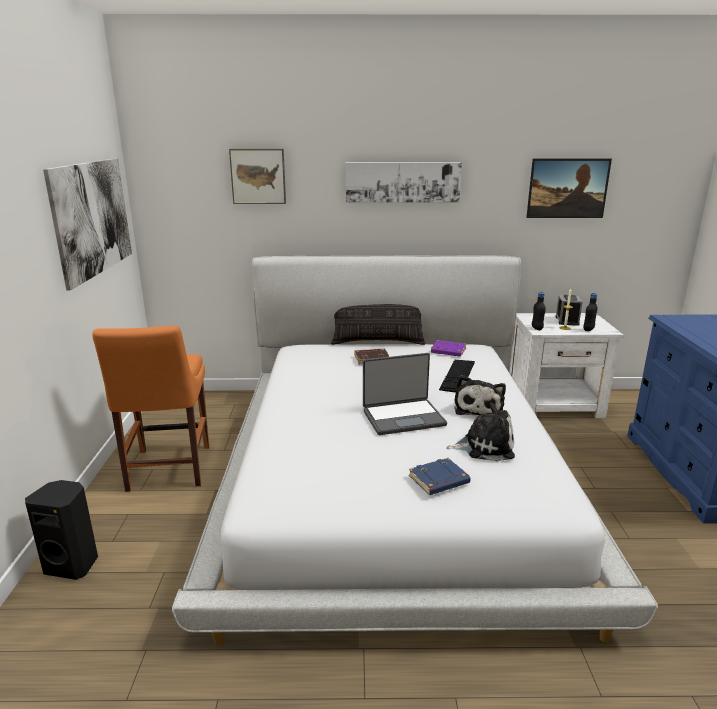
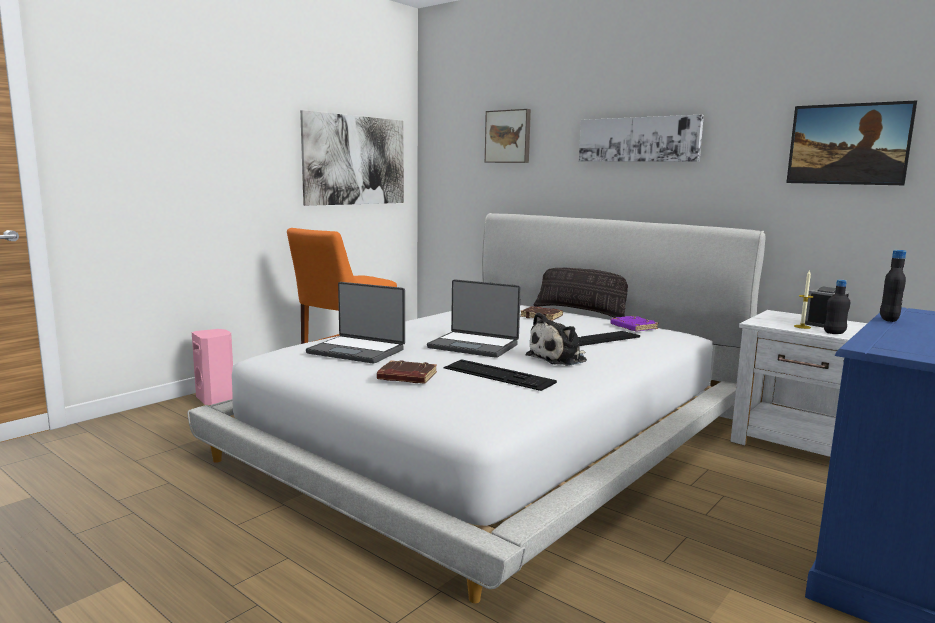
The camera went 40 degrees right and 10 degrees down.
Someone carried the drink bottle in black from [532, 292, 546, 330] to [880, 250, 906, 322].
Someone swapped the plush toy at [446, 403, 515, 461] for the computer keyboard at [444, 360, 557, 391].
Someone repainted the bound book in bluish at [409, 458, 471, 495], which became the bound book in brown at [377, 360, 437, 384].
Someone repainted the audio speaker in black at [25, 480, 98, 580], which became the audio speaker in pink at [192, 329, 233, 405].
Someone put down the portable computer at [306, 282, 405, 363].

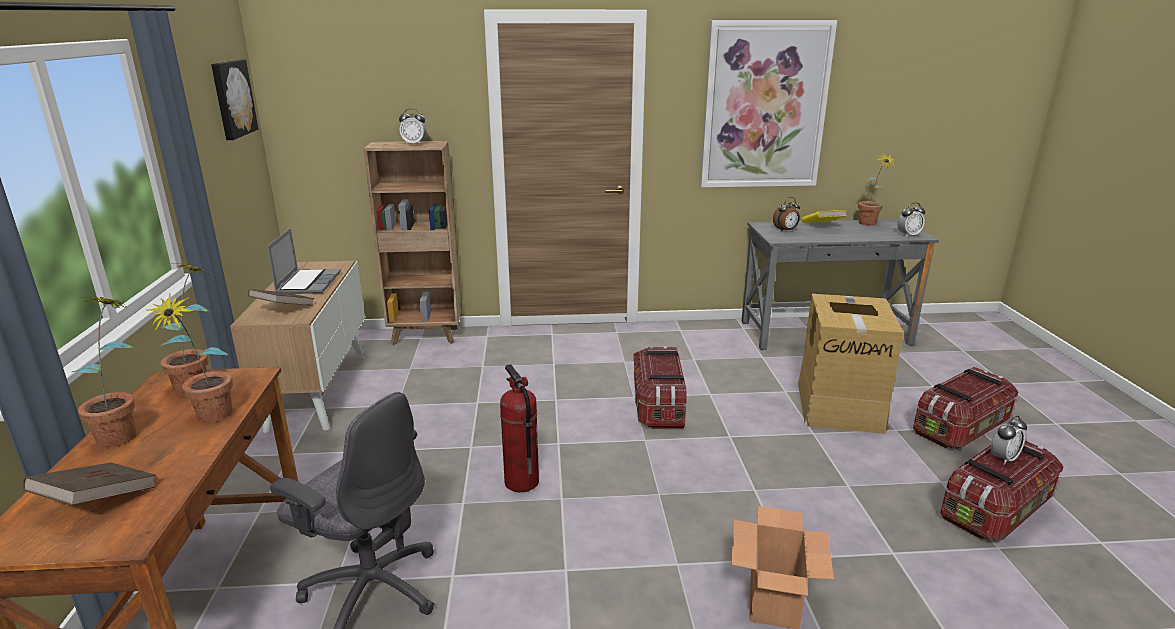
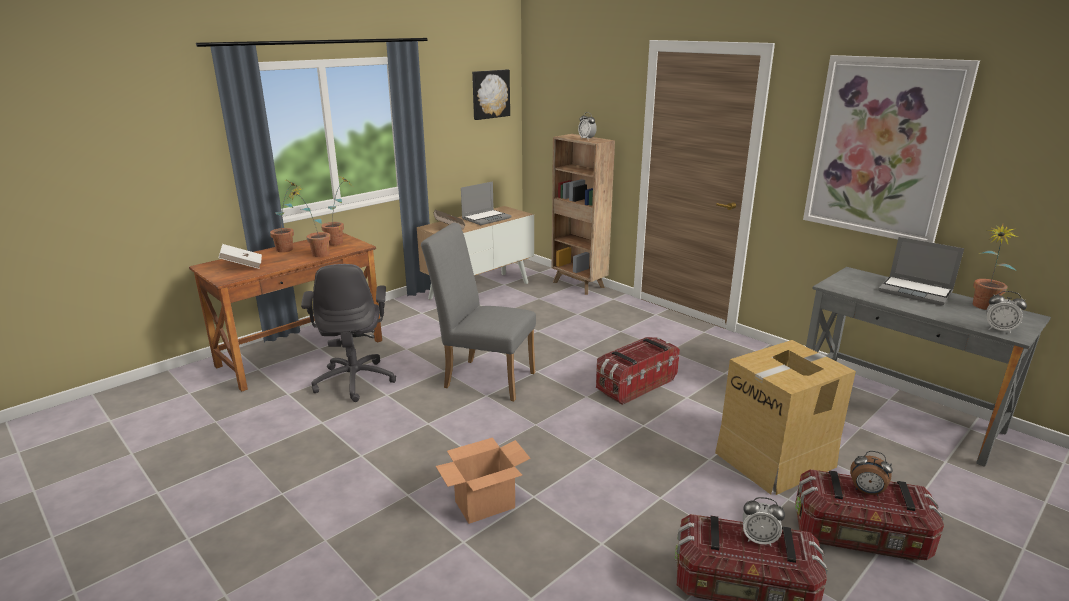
The camera went 50 degrees right and 0 degrees up.
Someone carried the alarm clock from [773, 197, 800, 232] to [850, 451, 893, 496].
Someone swapped the bound book in yellow at [802, 210, 847, 223] for the portable computer at [878, 237, 964, 306].
Someone swapped the fire extinguisher at [500, 364, 539, 492] for the upright chair in grey at [421, 223, 536, 401].
Someone repainted the bound book in brown at [23, 462, 156, 505], which became the bound book in whitish at [219, 244, 262, 269].

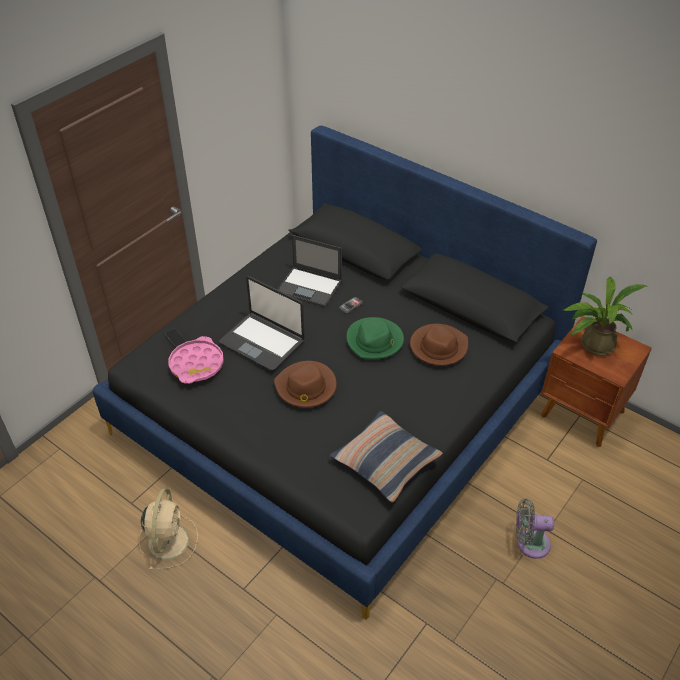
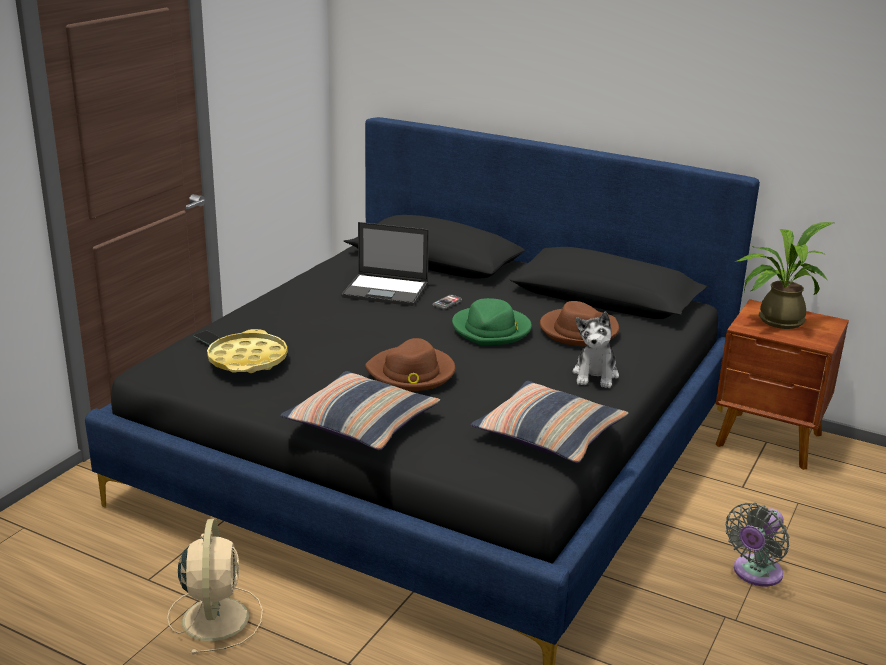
The camera went 10 degrees left and 20 degrees down.
Someone took away the portable computer at [219, 276, 305, 371].
Someone repainted the carrying tray in pink at [169, 336, 224, 384], which became the carrying tray in yellow at [207, 329, 288, 373].
Someone rotated the electric fan in grey at [516, 498, 554, 559] by 45 degrees counterclockwise.
Someone put down the plush toy at [573, 311, 619, 388].
Someone put down the cushion at [280, 371, 440, 450].

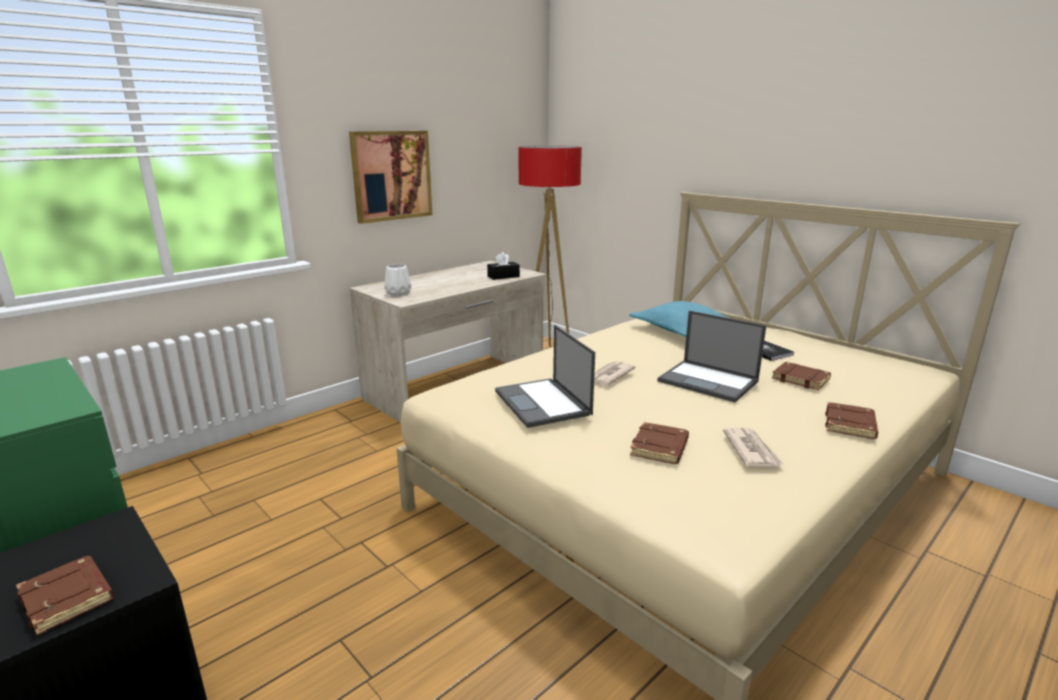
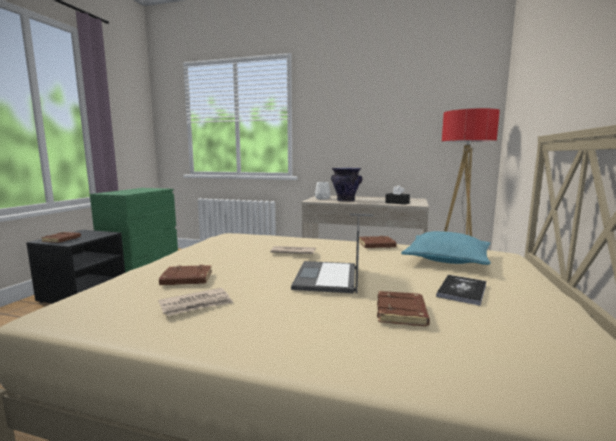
The camera went 60 degrees right and 10 degrees down.
Someone took away the wall art at [349, 131, 432, 224].
Someone took away the portable computer at [495, 325, 595, 428].
Someone carried the bound book in brown from [825, 402, 878, 439] to [359, 236, 397, 248].
Someone put down the vase at [331, 168, 362, 202].

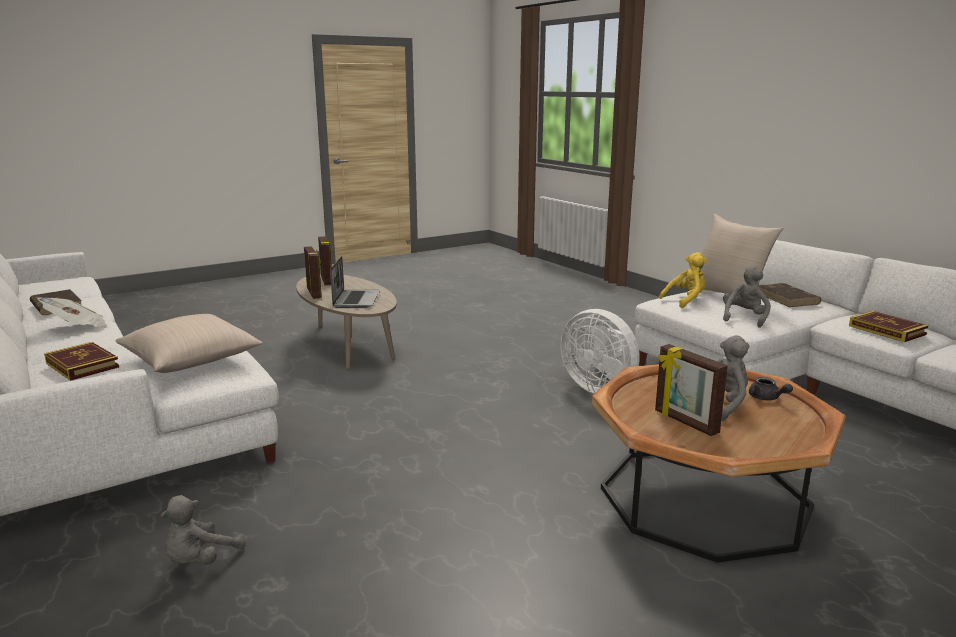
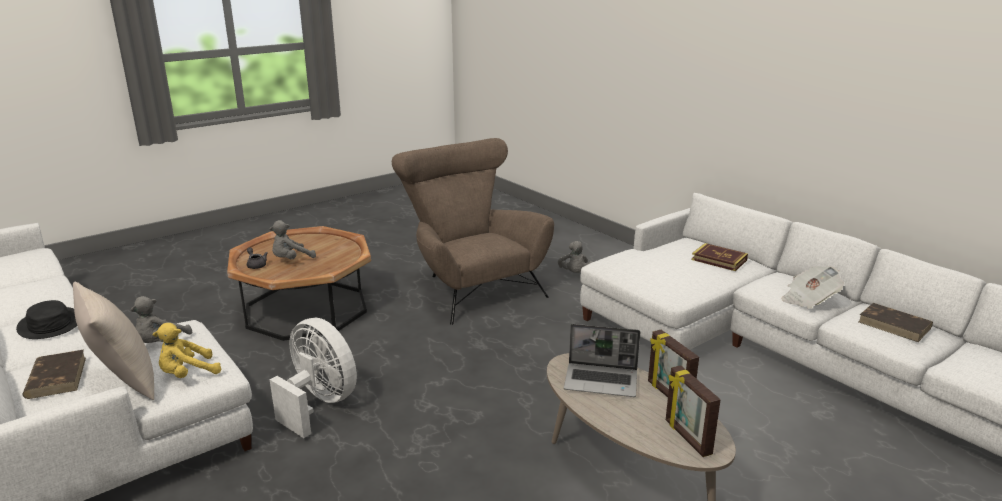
The camera went 175 degrees right and 5 degrees up.
Someone rotated the portable computer at [330, 256, 380, 308] by 75 degrees counterclockwise.
Someone swapped the bound book at [849, 311, 928, 342] for the wearable hat in black at [16, 300, 77, 339].
Someone took away the cushion in sand-coloured at [115, 314, 263, 373].
Someone took away the picture frame at [655, 344, 728, 436].
Someone rotated the plush toy in grey at [160, 495, 246, 565] by 150 degrees clockwise.
Someone put down the armchair in brown at [392, 138, 554, 325].

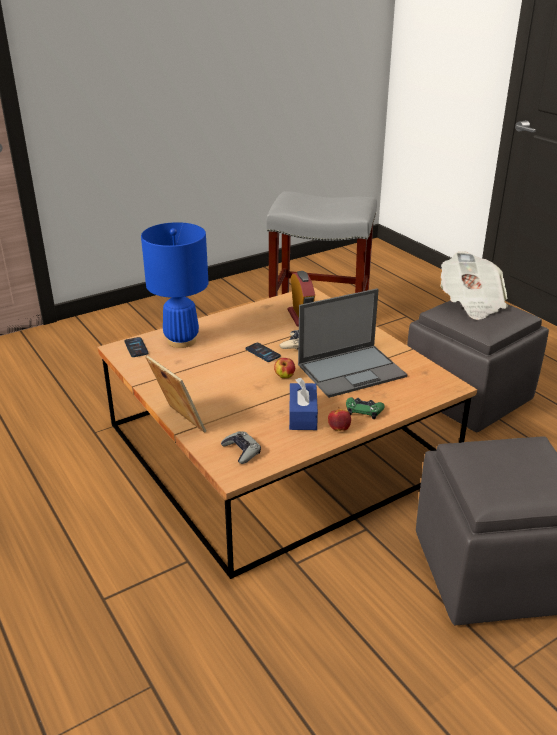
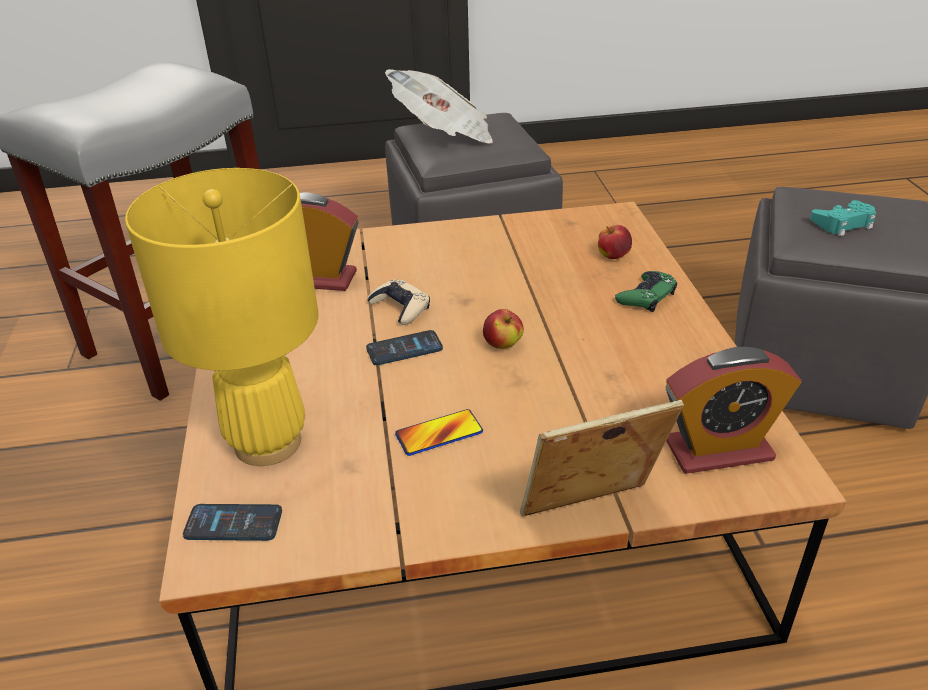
The camera went 65 degrees left and 5 degrees up.
Someone repainted the tabletop lamp in bluish at [141, 222, 209, 348], which became the tabletop lamp in yellow at [125, 168, 318, 466].
Someone took away the portable computer at [298, 288, 407, 398].
Someone took away the box of tissues in bluish at [289, 378, 318, 430].
Someone carried the apple fruit from [328, 407, 351, 431] to [598, 225, 632, 259].
Someone swapped the joypad in grey at [221, 431, 261, 464] for the alarm clock at [665, 347, 802, 474].
Someone put down the joypad in turquoise at [810, 200, 877, 236].
Someone put down the telephone at [395, 409, 483, 456].

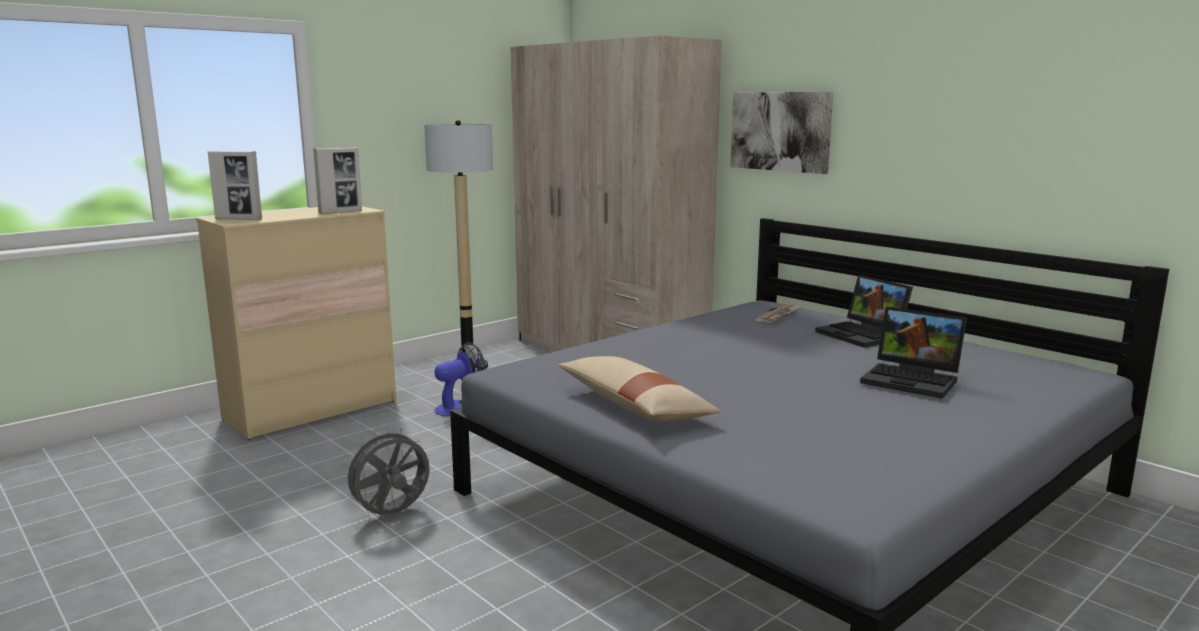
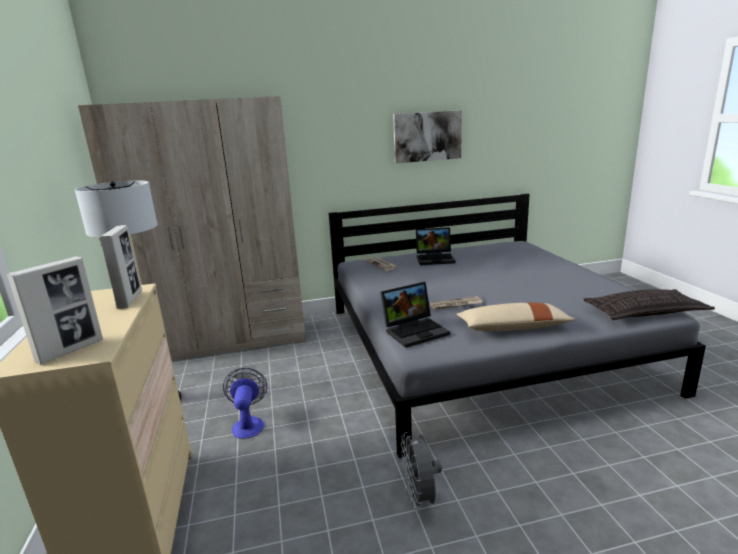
The camera went 60 degrees left and 5 degrees up.
Someone carried the wall art from [730, 92, 833, 174] to [393, 110, 462, 163].
Someone carried the portable computer from [860, 306, 967, 399] to [380, 282, 450, 348].
Someone put down the cushion at [584, 289, 715, 320].
Someone put down the newspaper at [430, 296, 483, 310].

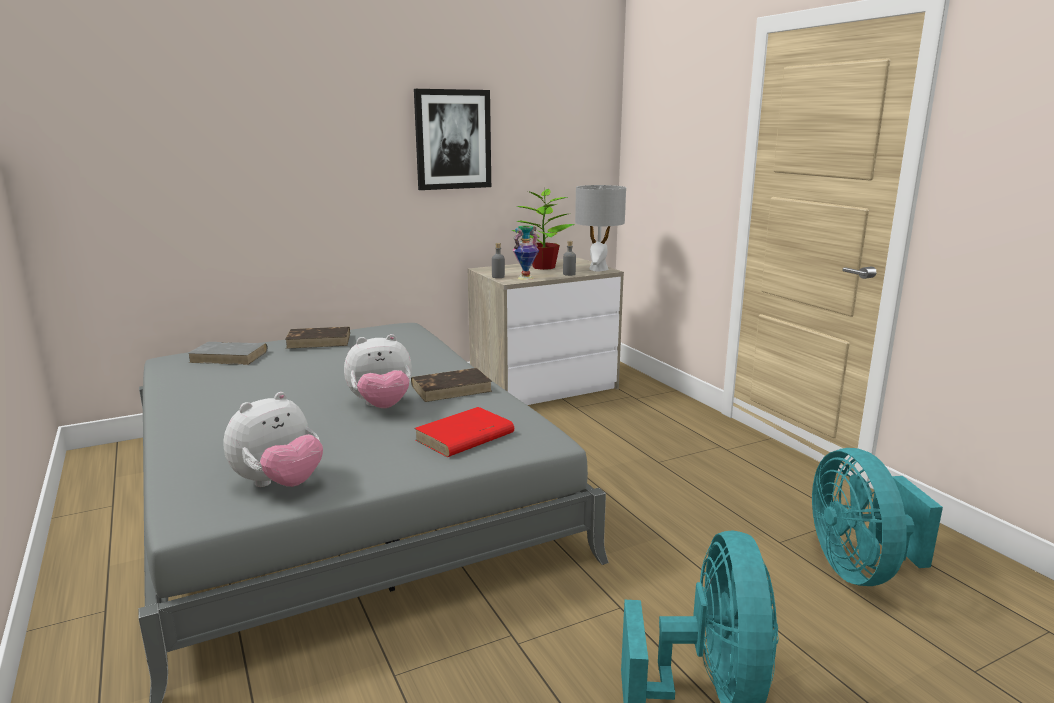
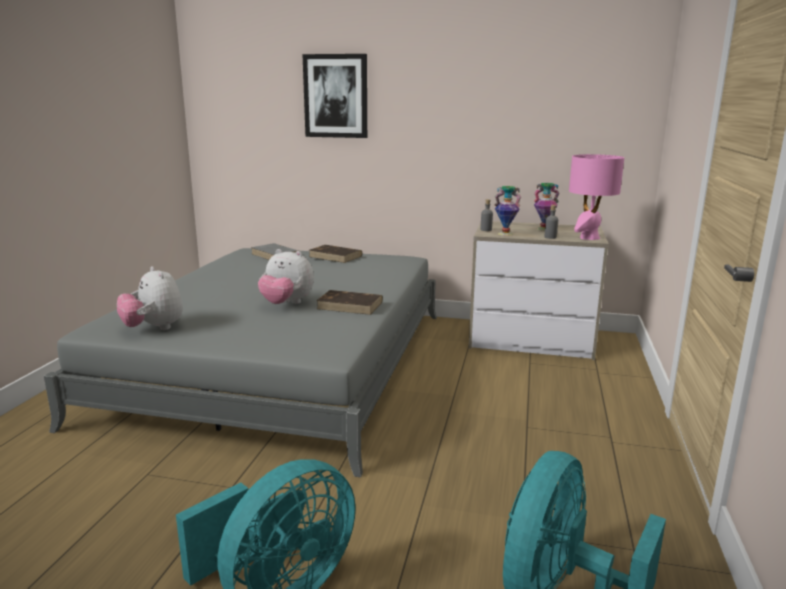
The camera went 40 degrees right and 0 degrees up.
Someone carried the wall art from [414, 89, 491, 190] to [302, 54, 367, 138].
Someone repainted the tabletop lamp in grey at [575, 185, 626, 271], which became the tabletop lamp in pink at [569, 154, 624, 240].
Someone swapped the houseplant at [511, 187, 575, 270] for the vase at [534, 183, 560, 231].
Someone rotated the plush toy at [223, 392, 323, 487] by 60 degrees clockwise.
Someone took away the bound book in red at [414, 407, 514, 457].

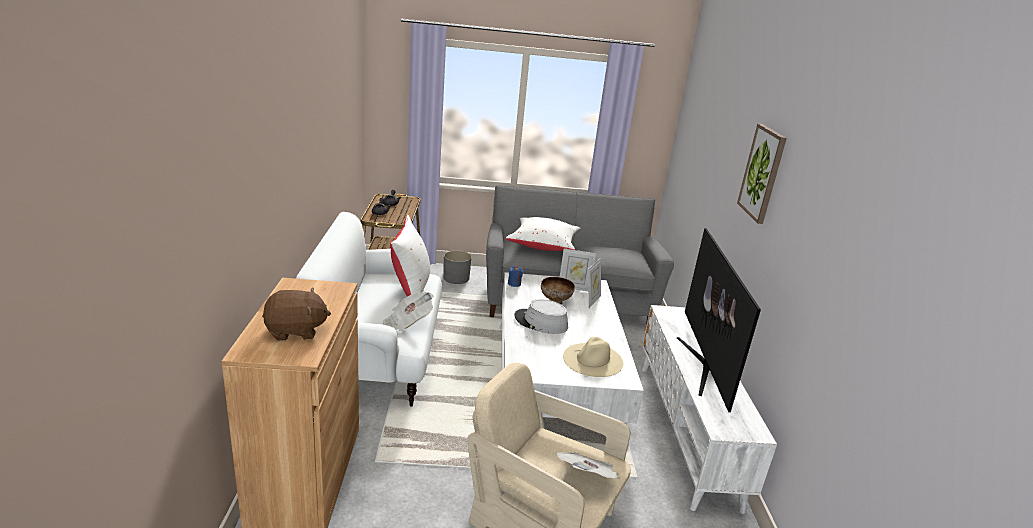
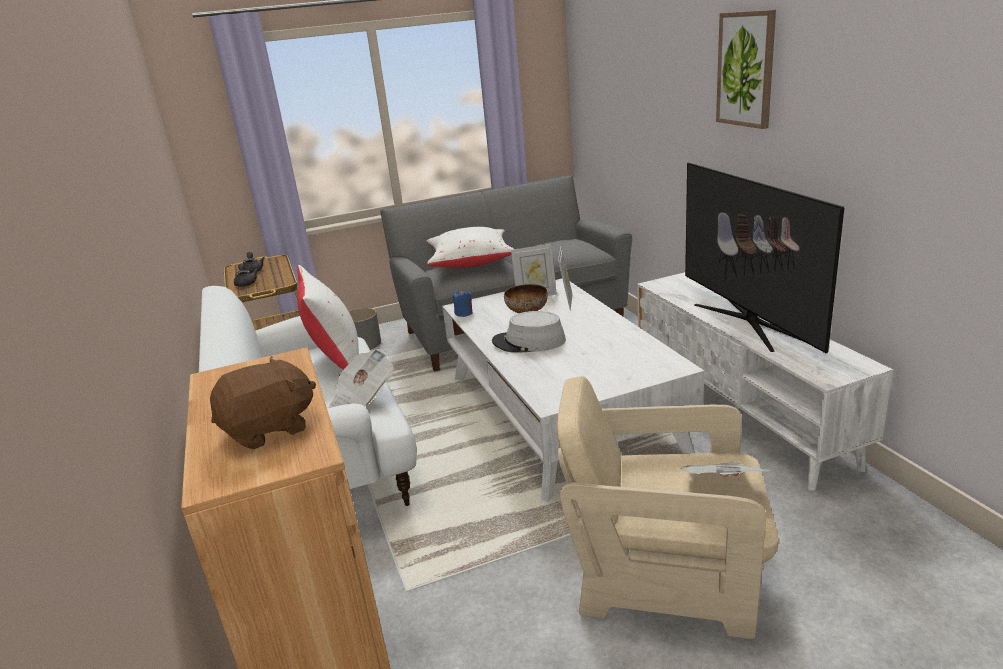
The camera went 15 degrees left and 0 degrees up.
Someone took away the wearable hat in sand-coloured at [563, 337, 623, 377].

